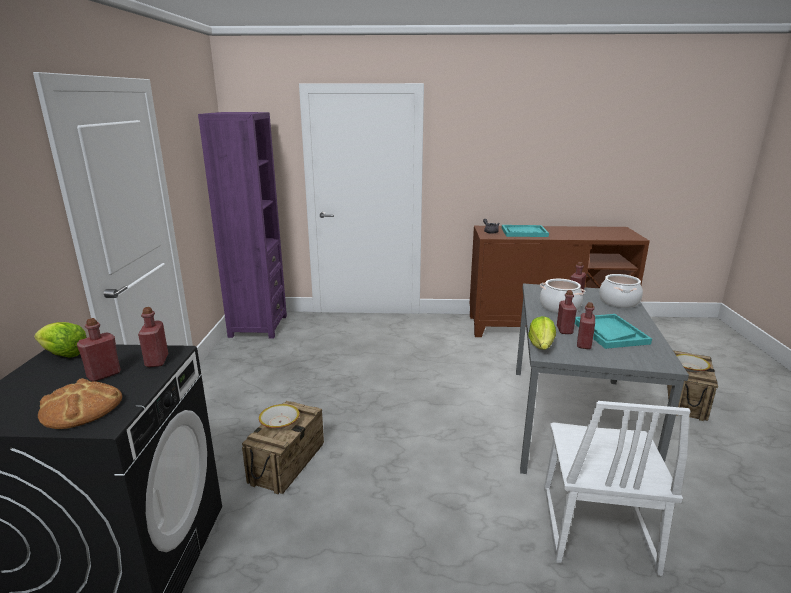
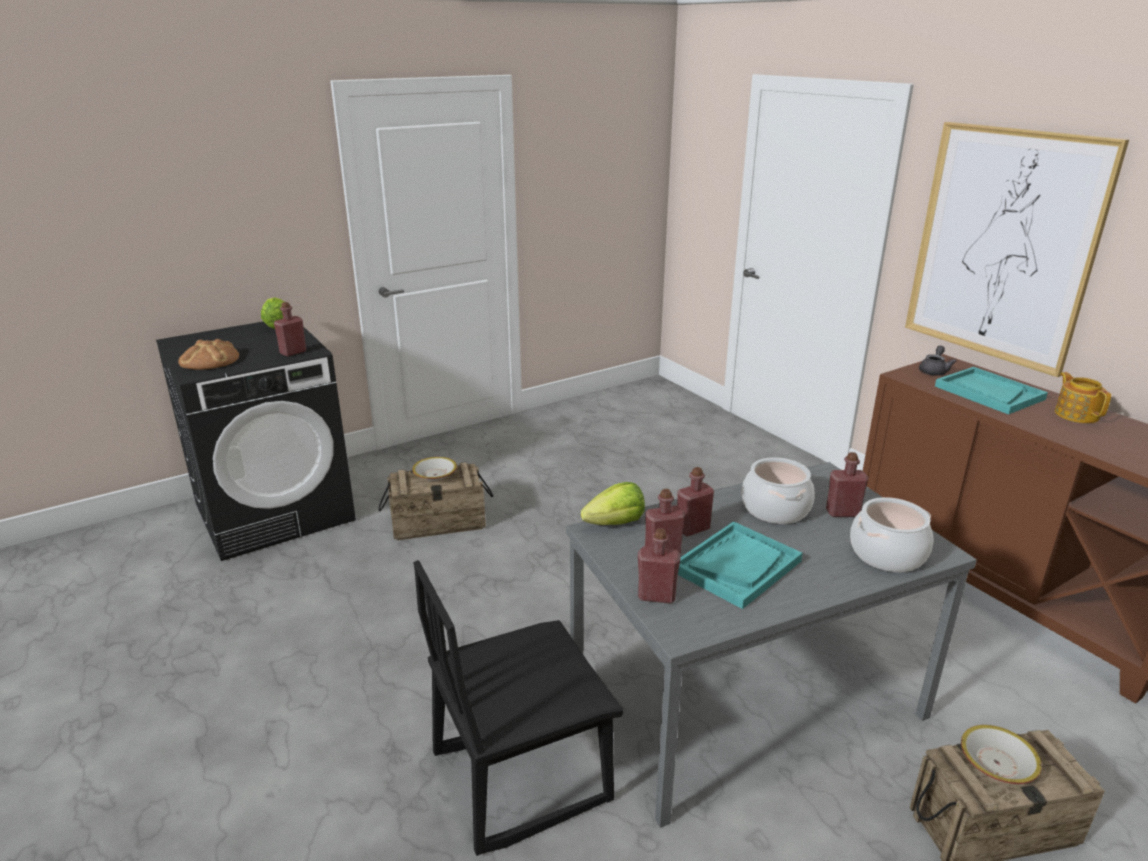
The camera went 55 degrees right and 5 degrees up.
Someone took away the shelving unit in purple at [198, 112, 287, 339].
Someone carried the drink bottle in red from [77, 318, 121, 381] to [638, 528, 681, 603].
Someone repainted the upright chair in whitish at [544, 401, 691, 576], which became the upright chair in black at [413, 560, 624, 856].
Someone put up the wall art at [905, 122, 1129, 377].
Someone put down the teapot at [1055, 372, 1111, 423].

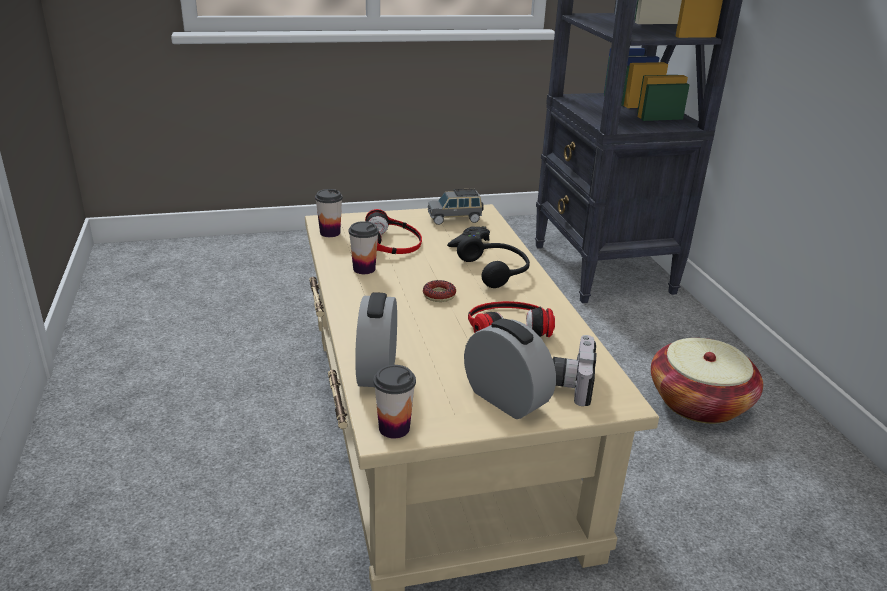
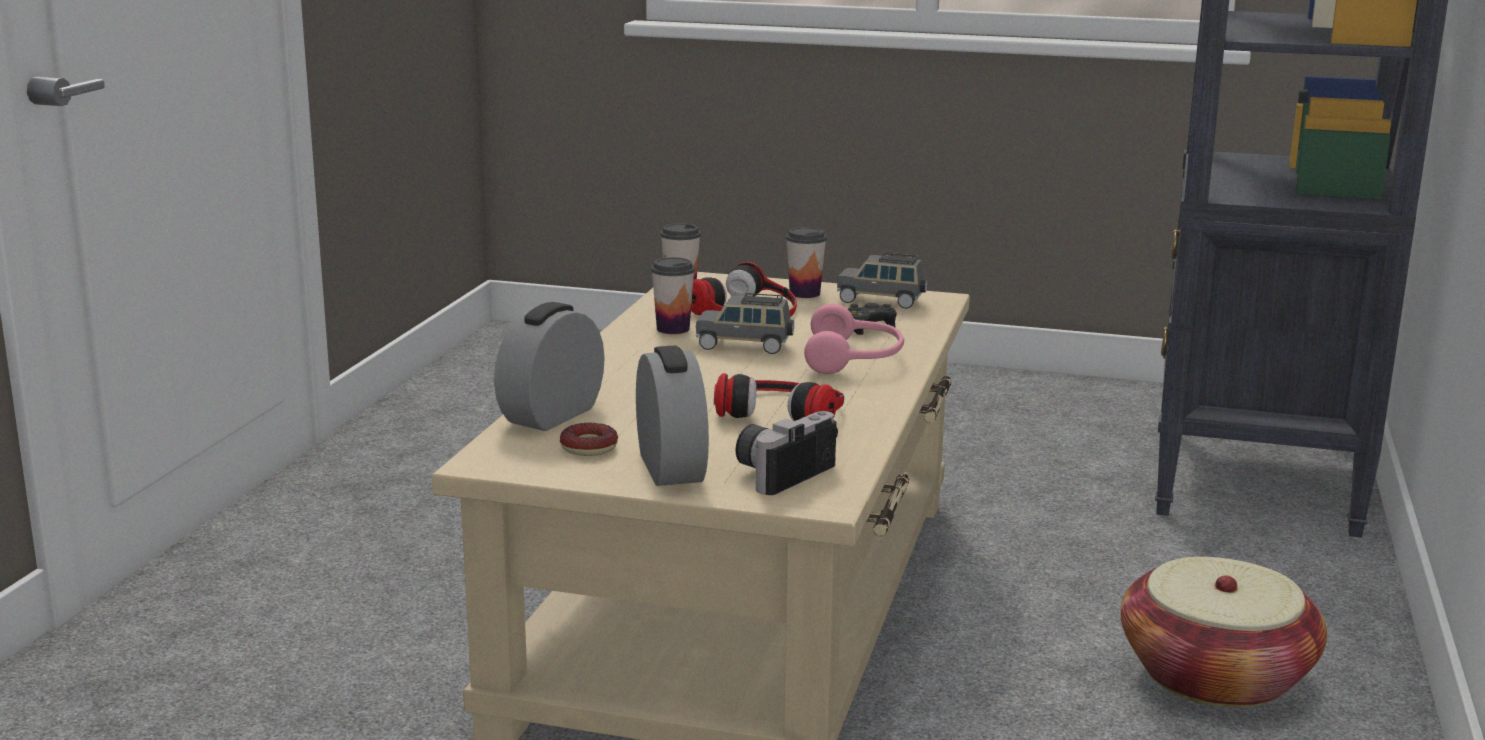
The camera went 30 degrees right and 10 degrees down.
Someone repainted the headset in black at [457, 236, 530, 288], which became the headset in pink at [804, 304, 904, 374].
Someone carried the doughnut from [423, 280, 456, 302] to [560, 423, 618, 456].
Someone carried the cup from [373, 365, 416, 439] to [786, 227, 827, 298].
Someone put down the toy car in grey at [696, 293, 794, 354].

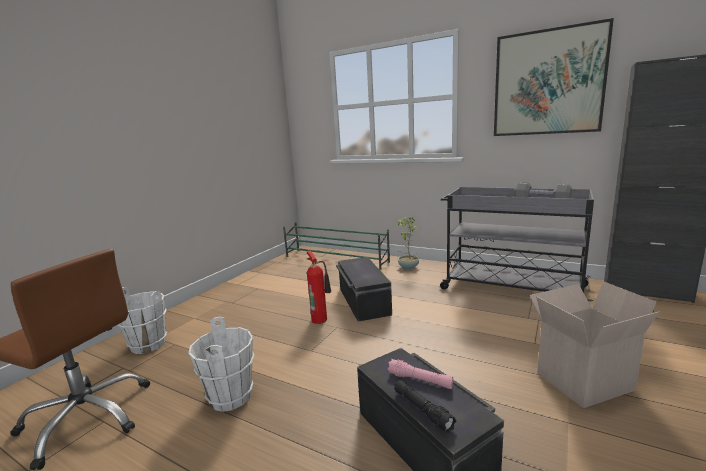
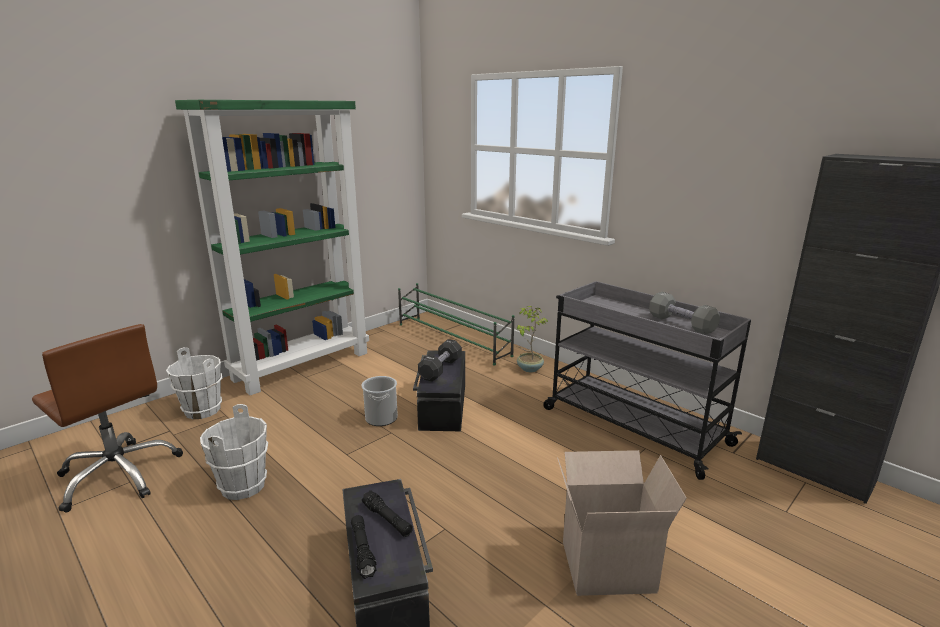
The camera went 15 degrees right and 5 degrees up.
Someone took away the wall art at [494, 18, 614, 136].
Someone swapped the fire extinguisher at [307, 251, 331, 324] for the water bucket at [362, 376, 398, 426].
Someone repainted the torch in pink at [388, 359, 453, 389], which became the torch in black at [362, 490, 413, 537].
Someone put down the shelving unit in green-coloured at [175, 100, 369, 396].
Someone put down the dumbbell in black at [418, 339, 462, 382].

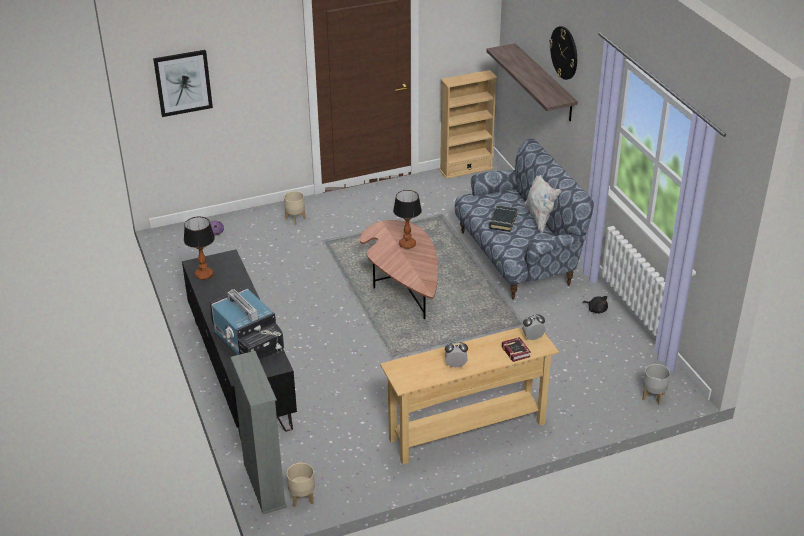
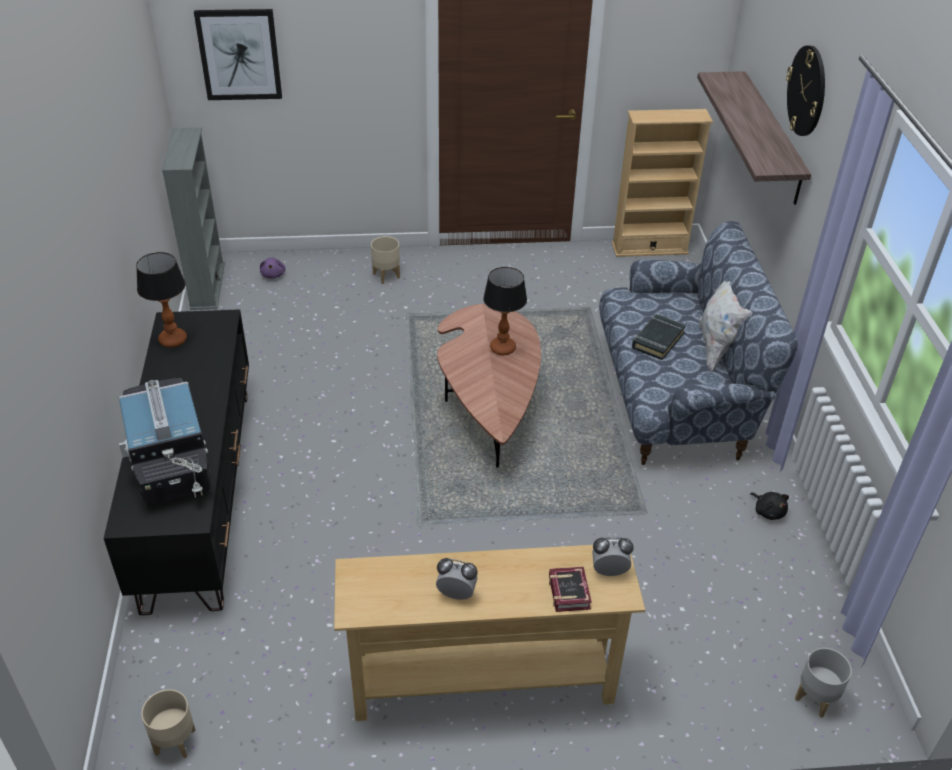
The camera went 15 degrees right and 5 degrees up.
Someone carried the shelving unit in grey from [230, 351, 287, 514] to [162, 127, 225, 310].

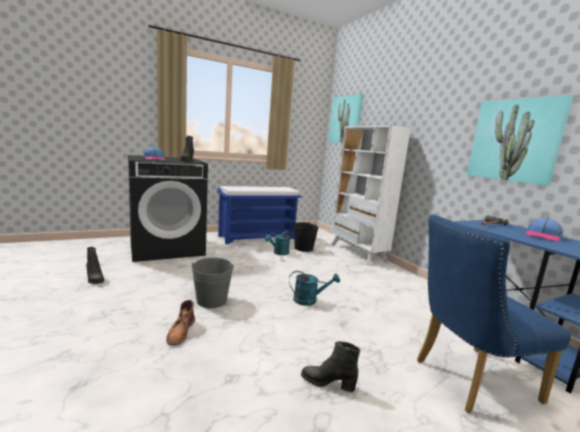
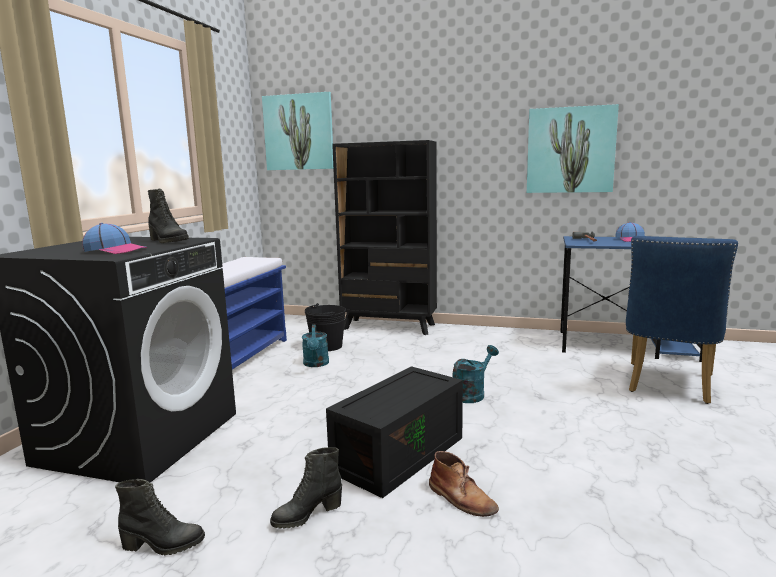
The camera went 45 degrees left and 0 degrees up.
Someone repainted the shelving unit in whitish at [332, 125, 411, 265], which became the shelving unit in black at [332, 140, 437, 335].
Someone swapped the water bucket in grey at [191, 257, 234, 308] for the storage bin in black at [326, 366, 463, 498].
Someone carried the tall boot in black from [301, 341, 360, 392] to [270, 447, 342, 529].

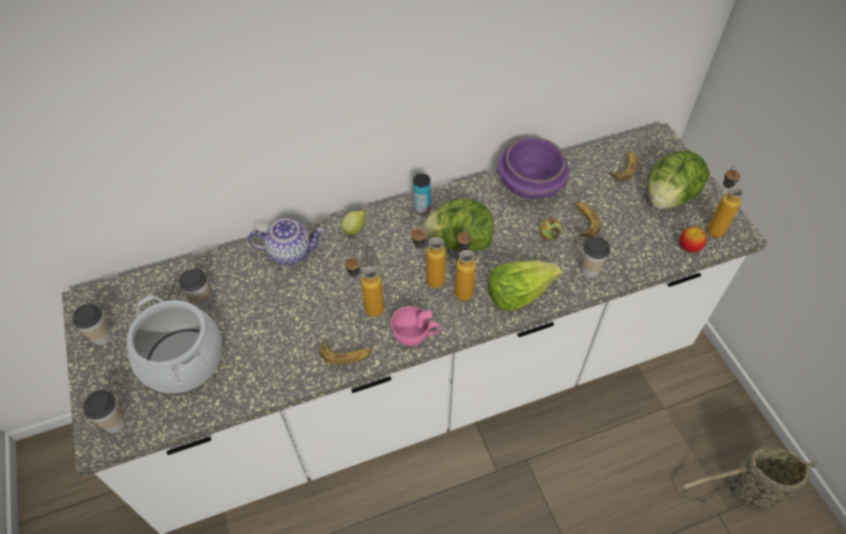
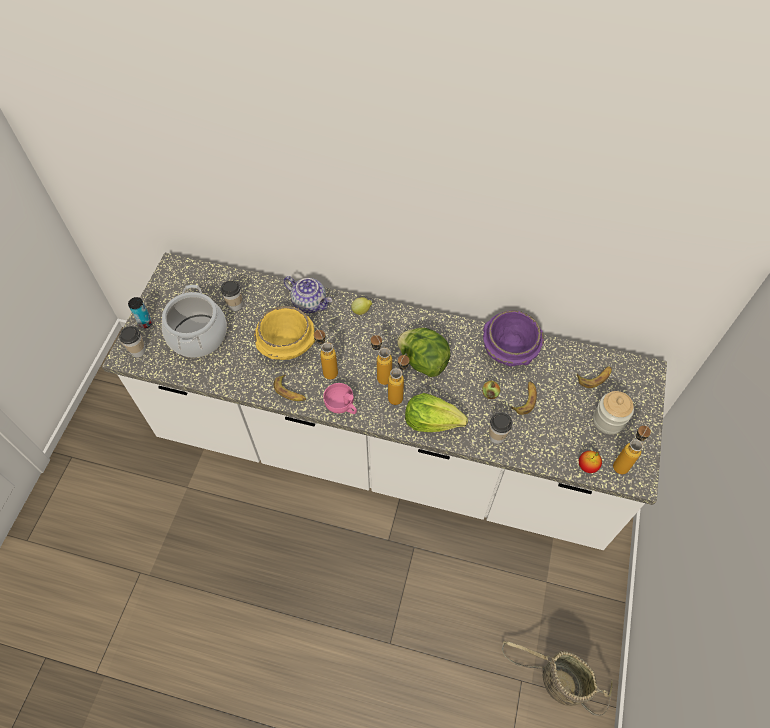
The camera went 35 degrees right and 5 degrees up.
Someone swapped the lettuce at [647, 151, 709, 209] for the jar at [593, 391, 634, 435].
Someone carried the can from [413, 174, 431, 215] to [128, 297, 152, 328].
Someone took away the cup at [72, 303, 112, 346].
Someone put down the deep dish in yellow at [254, 306, 315, 360].

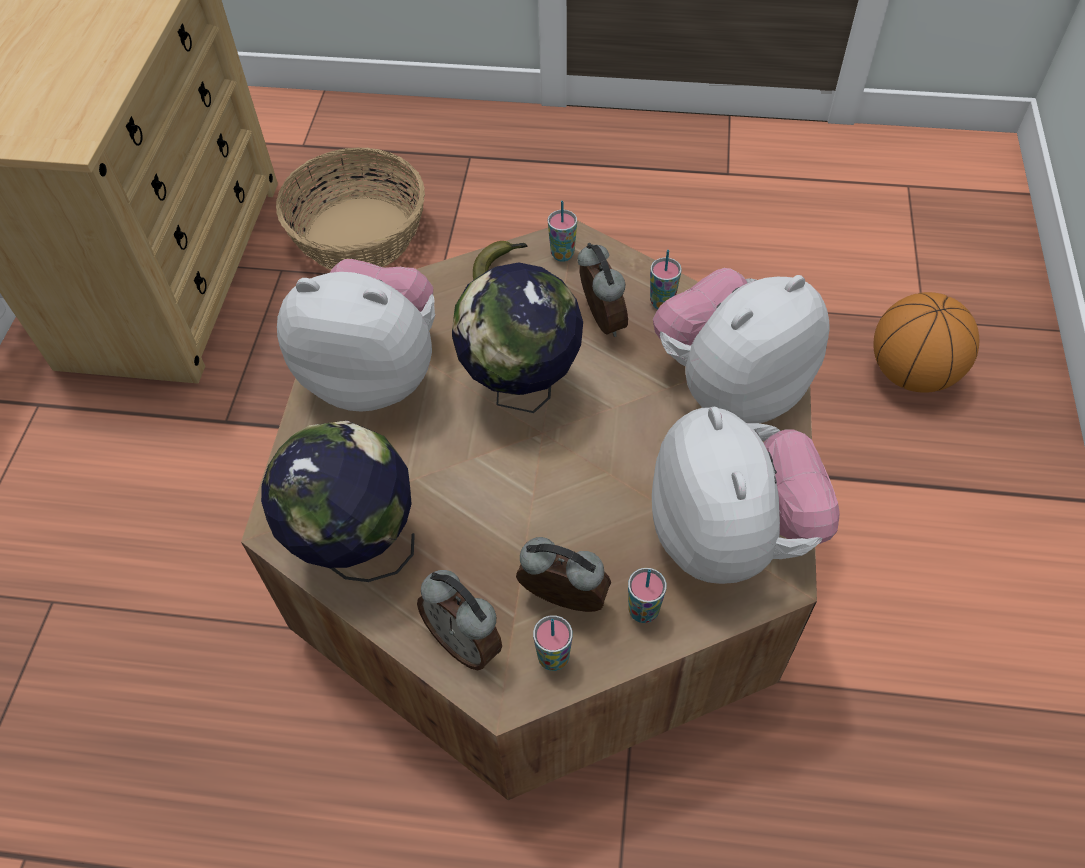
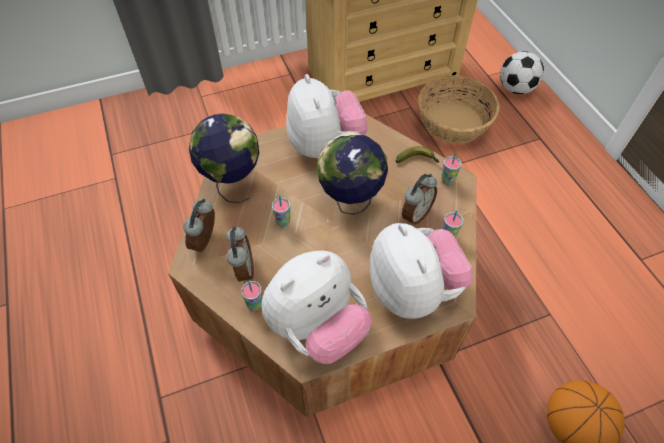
The camera went 60 degrees right and 0 degrees up.
Someone rotated the plush toy at [653, 268, 830, 423] by 45 degrees clockwise.
Someone carried the cup from [533, 615, 572, 671] to [272, 195, 290, 227].
Someone put down the football ball at [500, 51, 544, 94].

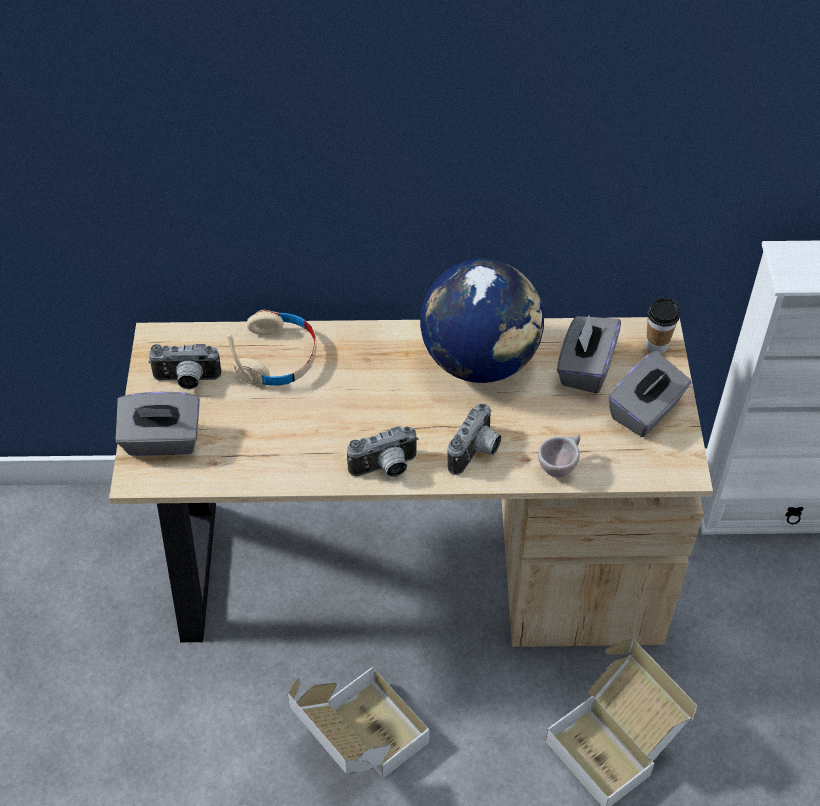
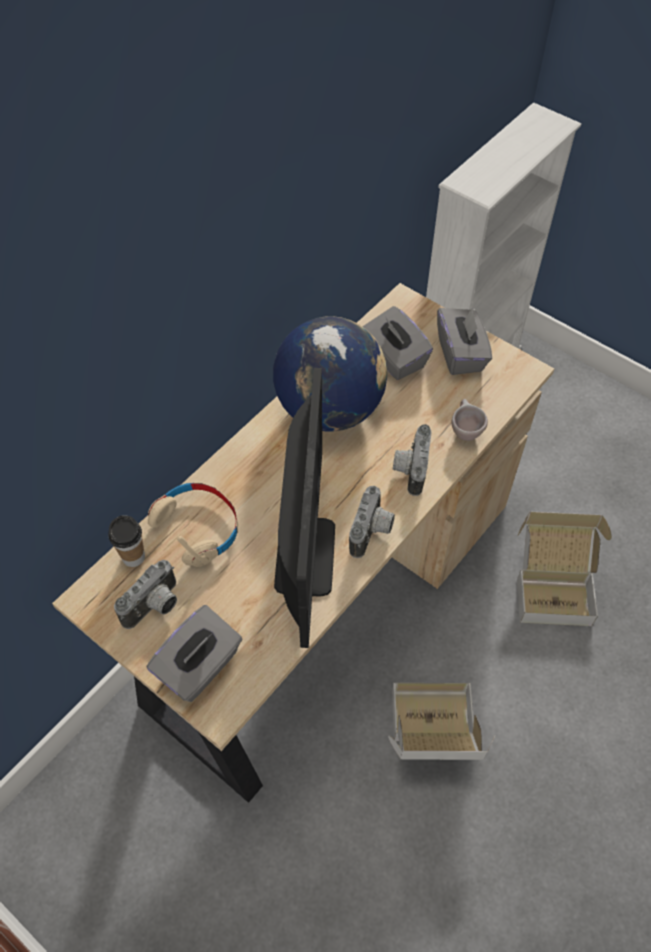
The camera went 50 degrees left and 5 degrees up.
Someone carried the cup from [646, 298, 680, 354] to [108, 515, 145, 567].
Someone rotated the still camera at [448, 404, 501, 475] by 150 degrees counterclockwise.
Someone put down the monitor at [274, 368, 335, 648].

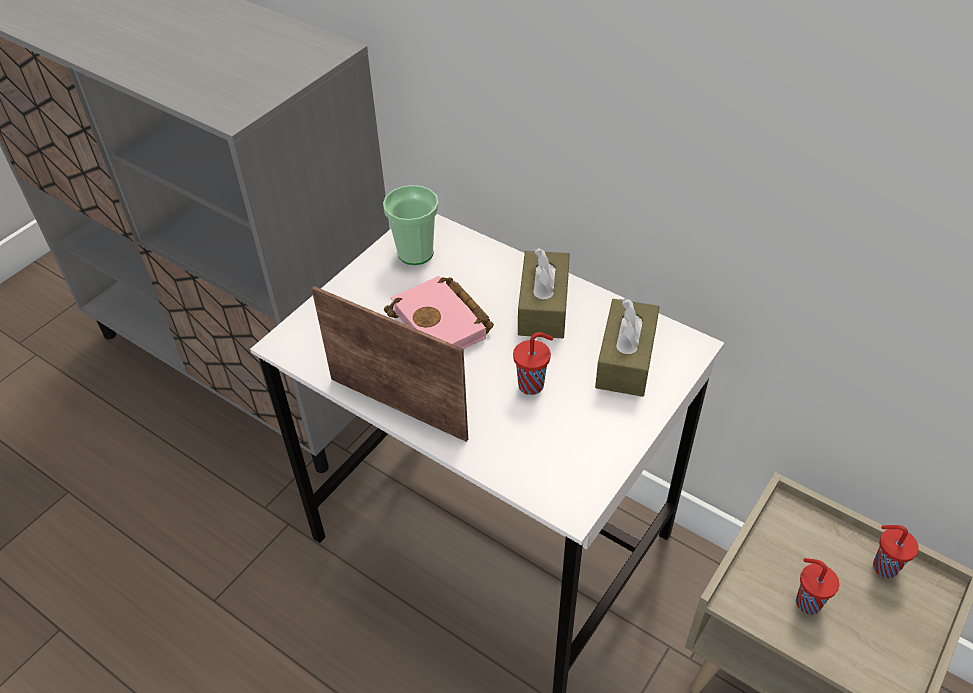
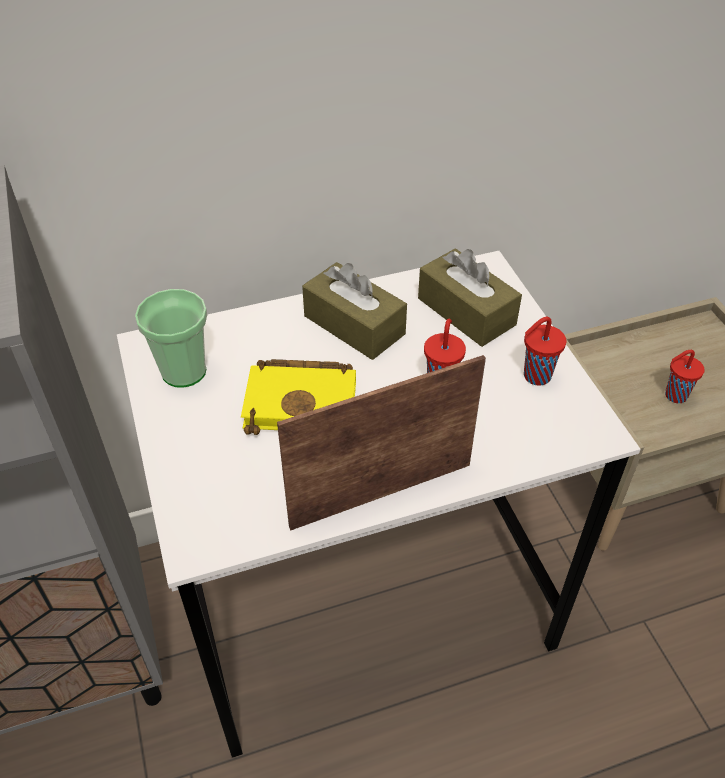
The camera went 55 degrees left and 0 degrees up.
Someone repainted the bound book in pink at [384, 276, 494, 349], which became the bound book in yellow at [241, 359, 356, 435].
Someone carried the cup in red from [873, 525, 919, 578] to [524, 317, 566, 386].

